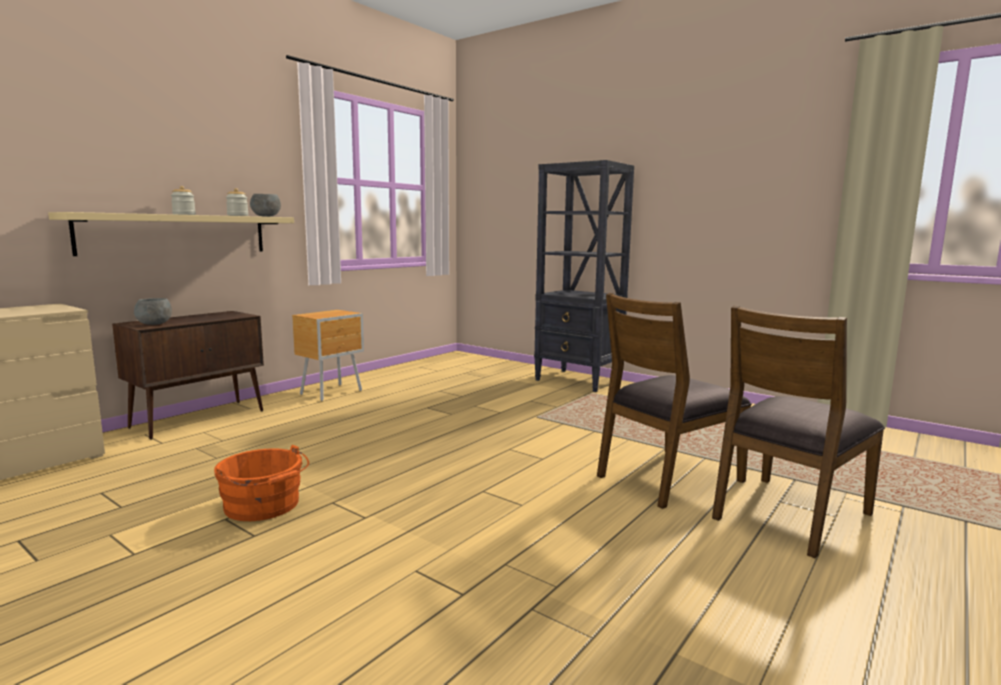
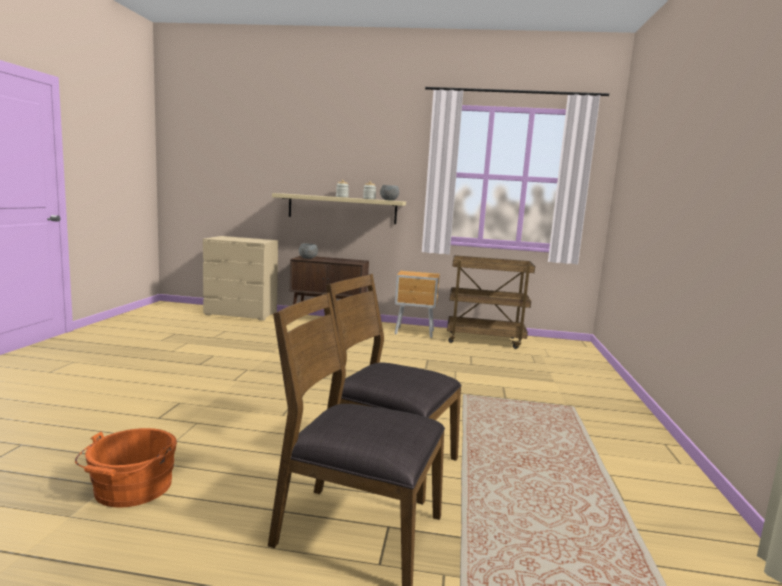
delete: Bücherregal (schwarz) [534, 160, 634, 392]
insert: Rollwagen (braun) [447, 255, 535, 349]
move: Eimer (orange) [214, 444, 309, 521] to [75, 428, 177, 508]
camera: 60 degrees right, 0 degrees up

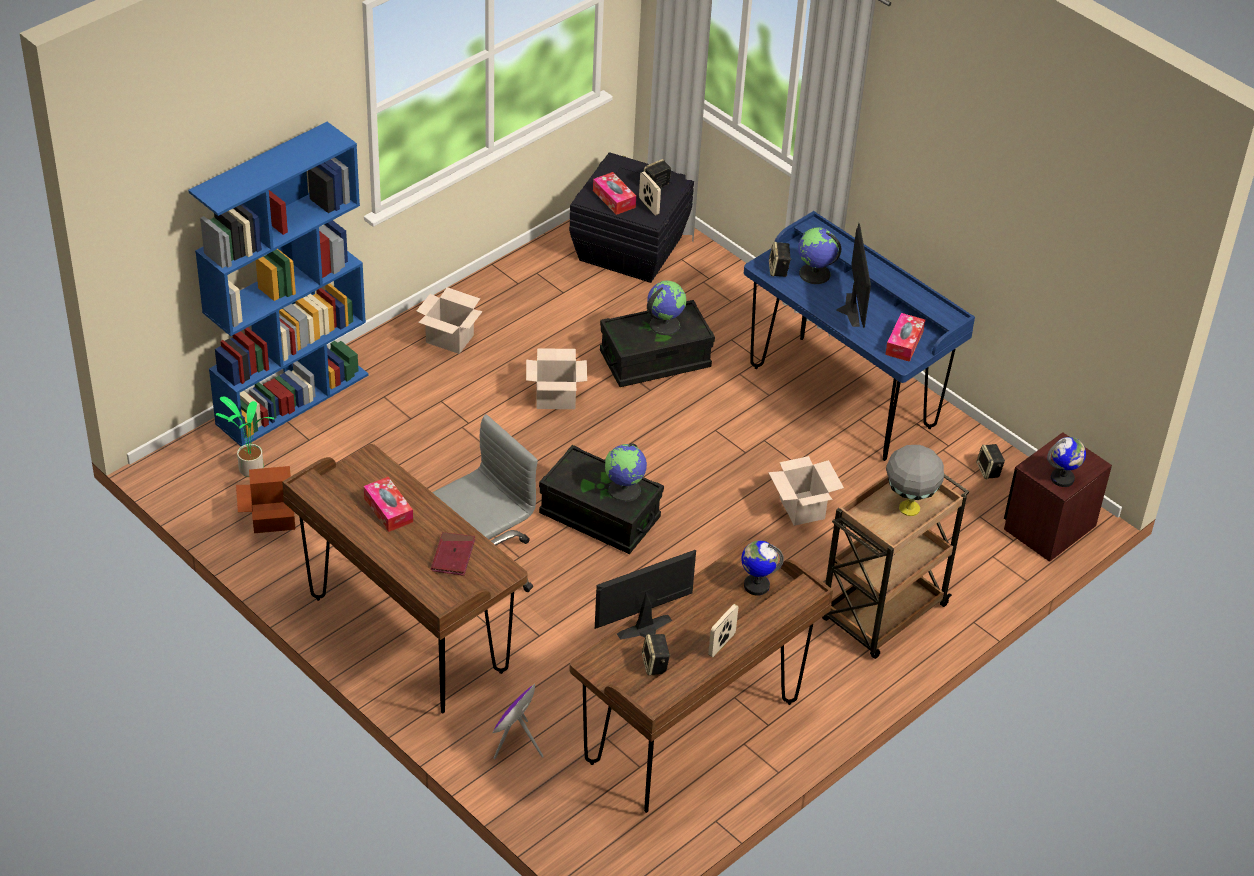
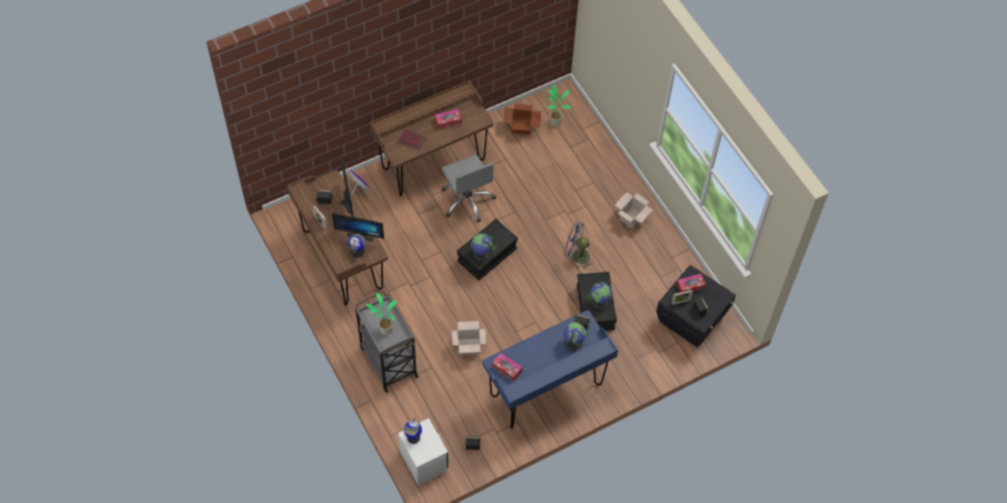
delete: Bücherregal (blau) [188, 122, 368, 446]
move: Monitor [836, 223, 871, 328] to [332, 213, 384, 242]
replace: Tischlampe (grau) [886, 445, 944, 516] to Topfpflanze [366, 293, 397, 335]; Karton [526, 348, 587, 409] to Ventilator (blau) [565, 222, 594, 269]
recolor: Rollwagen (braun) [822, 474, 969, 659] to Rollwagen (grau) [355, 291, 419, 393]; Nachttisch (braun) [1004, 432, 1112, 562] to Nachttisch (weiß) [398, 418, 448, 486]
camera: 105 degrees right, 15 degrees up

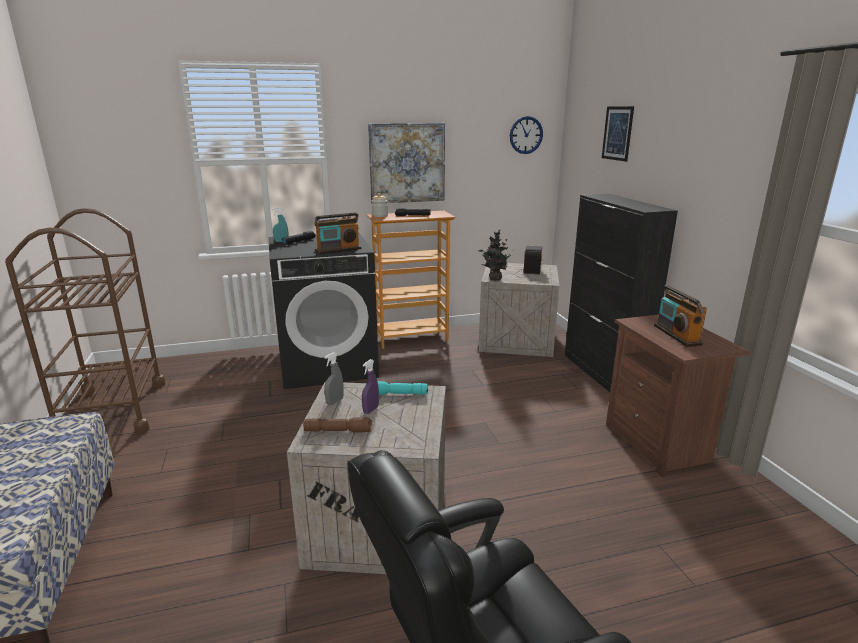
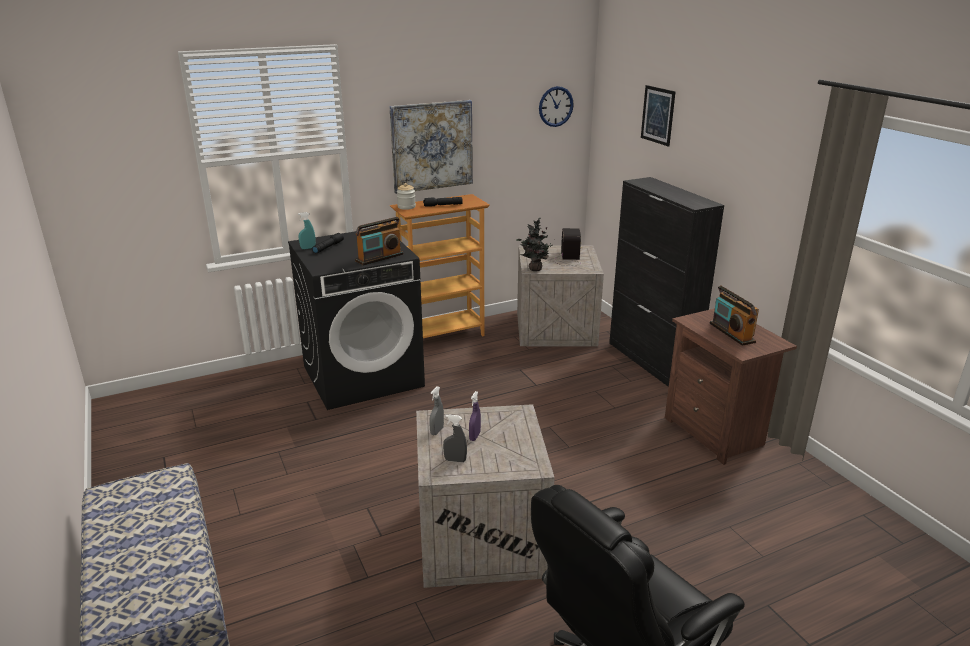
delete: Rollwagen (braun) [5, 208, 166, 434]; Taschenlampe (türkis) [378, 381, 428, 395]
replace: Taschenlampe (braun) [303, 417, 372, 432] to Sprühflasche (grau) [443, 414, 467, 462]
camera: 10 degrees left, 5 degrees up

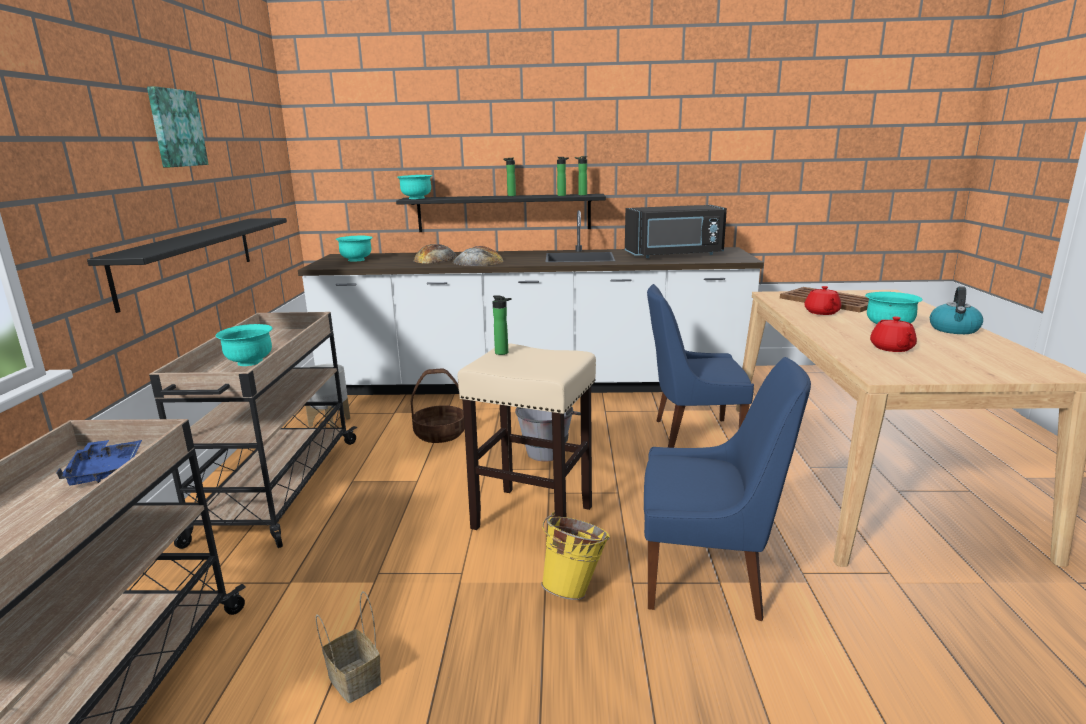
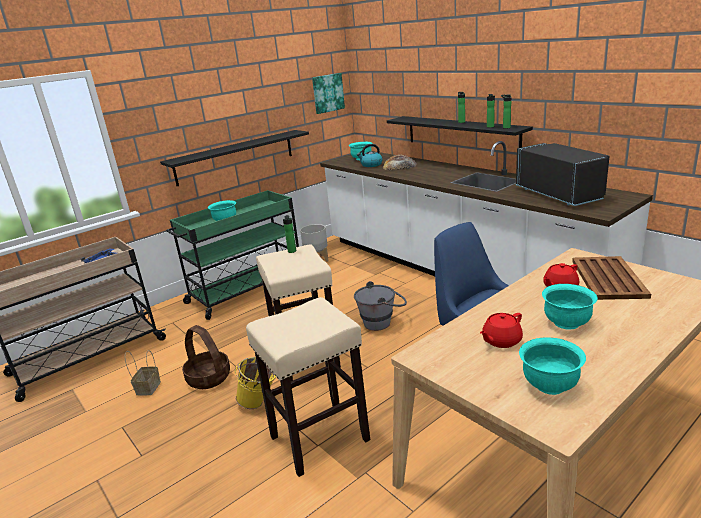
delete: Brot [453, 246, 504, 266]
move: Korb [411, 368, 465, 443] to [182, 325, 230, 389]; Bild [147, 86, 209, 167] to [312, 73, 345, 114]; Wasserkessel [930, 286, 983, 334] to [357, 144, 383, 167]; Schüssel (türkis) [397, 175, 432, 199] to [519, 337, 586, 395]
replace: Stuhl (blau) [644, 357, 811, 621] to Hocker (beige) [246, 297, 370, 477]
recolor: Rollwagen (beige) [149, 312, 357, 549] to Rollwagen (grün) [166, 190, 299, 320]
rotate: Mikrowelle (schwarz) [625, 205, 727, 258] = [516, 143, 610, 206] 150 degrees counterclockwise
camera: 50 degrees right, 5 degrees up

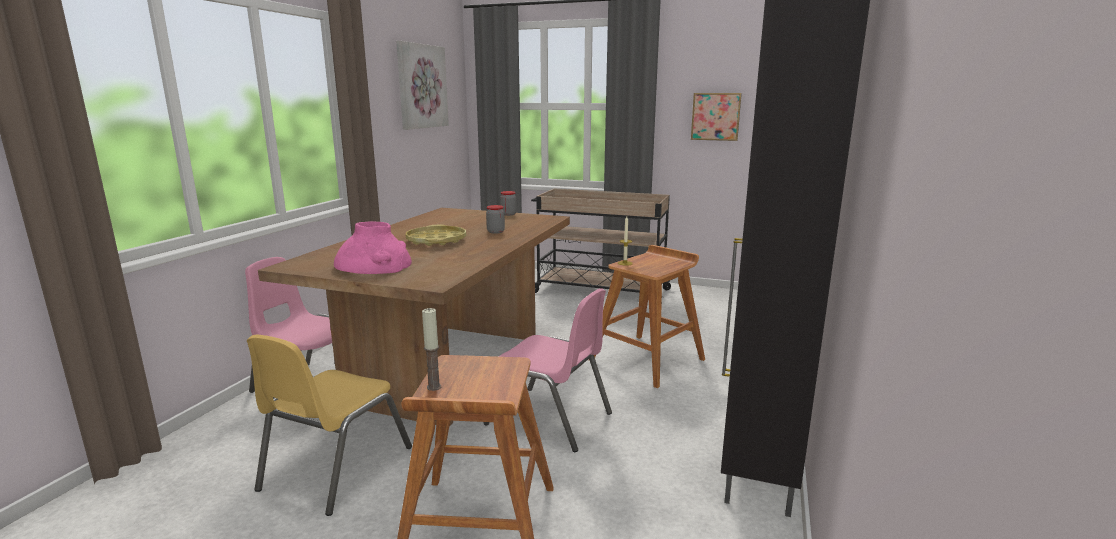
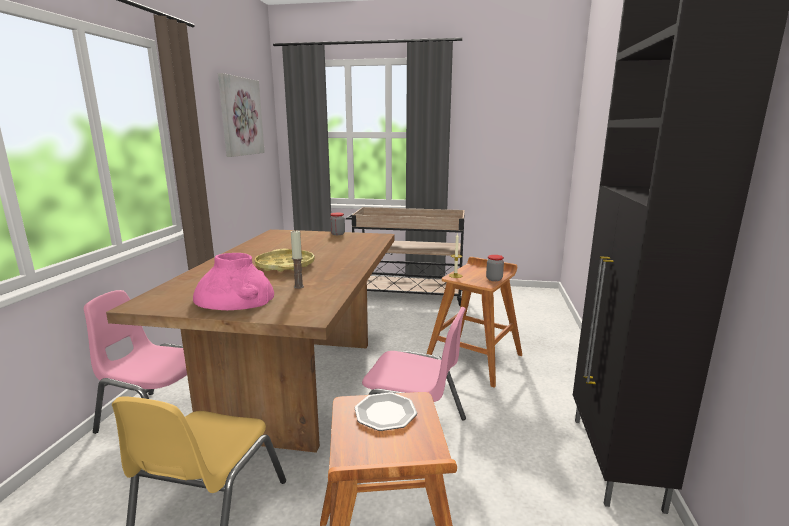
delete: Bild [691, 93, 742, 141]
insert: Teller [355, 392, 417, 431]
move: Kerze [422, 308, 441, 391] to [291, 230, 304, 289]; Vorratsglas [486, 205, 505, 234] to [486, 255, 504, 281]
camera: 10 degrees left, 0 degrees up

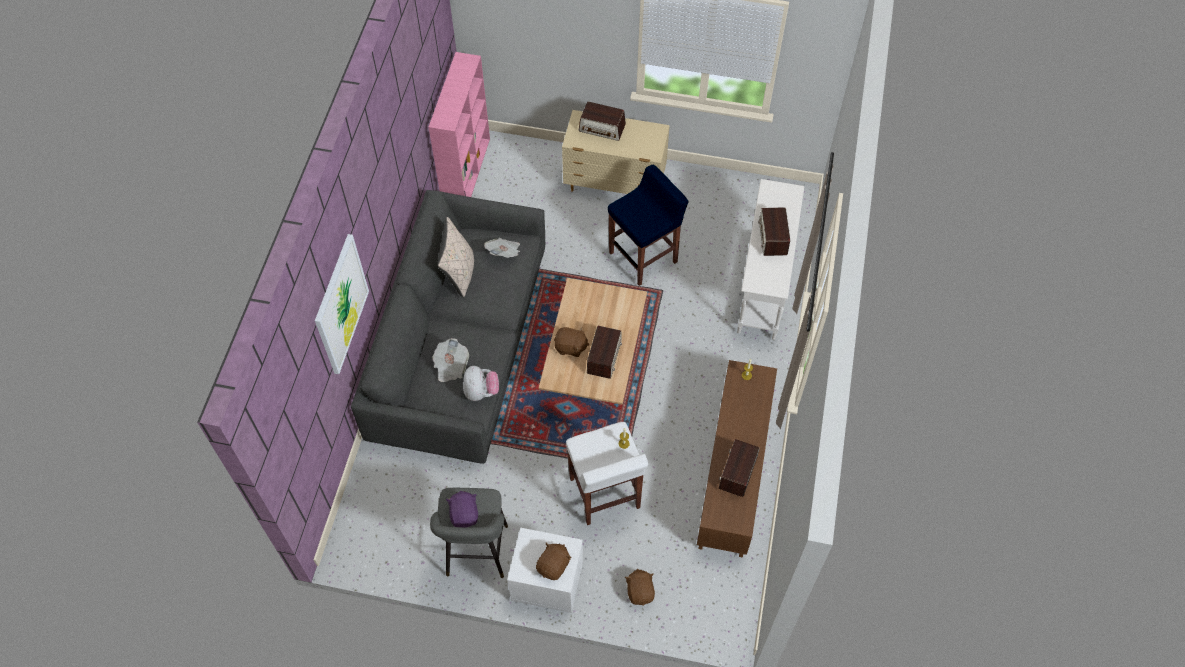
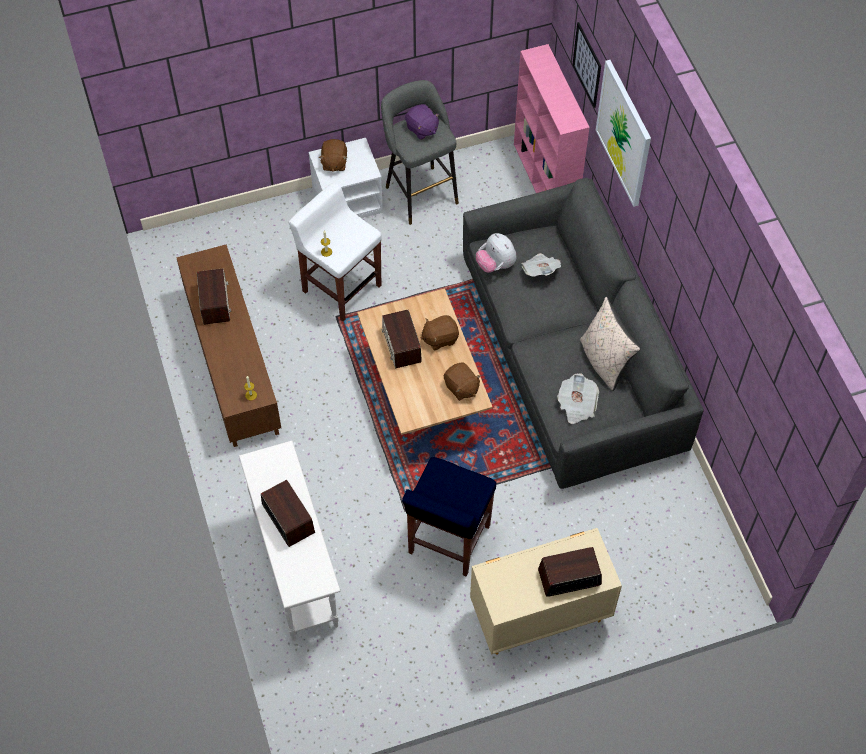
insert: Bild [572, 22, 601, 108]
move: Plüschtier (braun) [625, 569, 655, 606] to [444, 362, 481, 401]; Bücherregal (rosa) [429, 52, 490, 197] to [514, 44, 590, 193]
camera: 150 degrees right, 0 degrees up

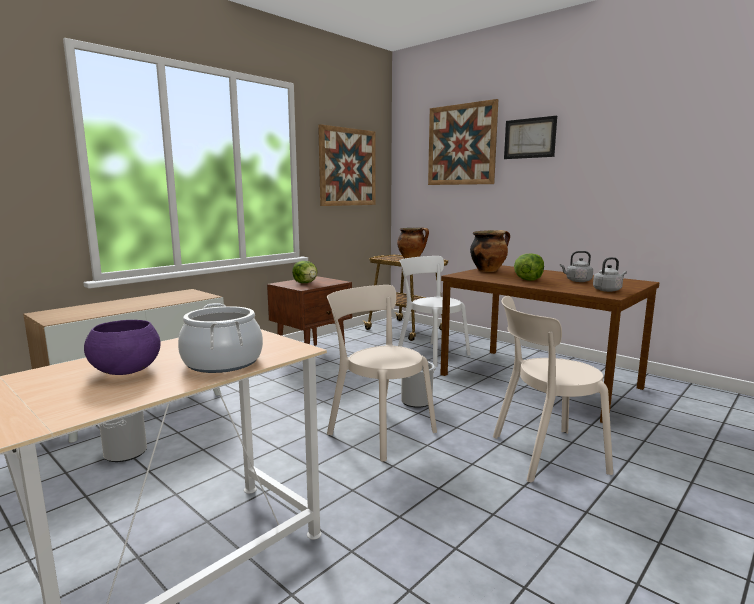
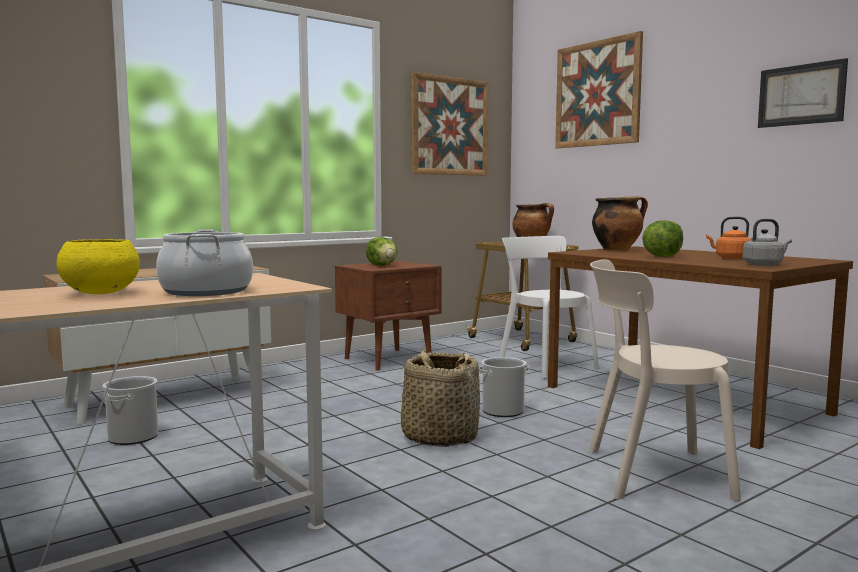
move: Bild [504, 116, 557, 159] to [758, 58, 848, 128]
replace: Stuhl (beige) [327, 285, 437, 462] to Korb [401, 348, 480, 447]
recolor: Schüssel (lila) [84, 320, 161, 375] to Schüssel (gelb) [57, 239, 140, 294]; Wasserkessel (grau) [560, 251, 593, 282] to Wasserkessel (orange) [706, 217, 751, 259]
camera: 10 degrees right, 5 degrees down

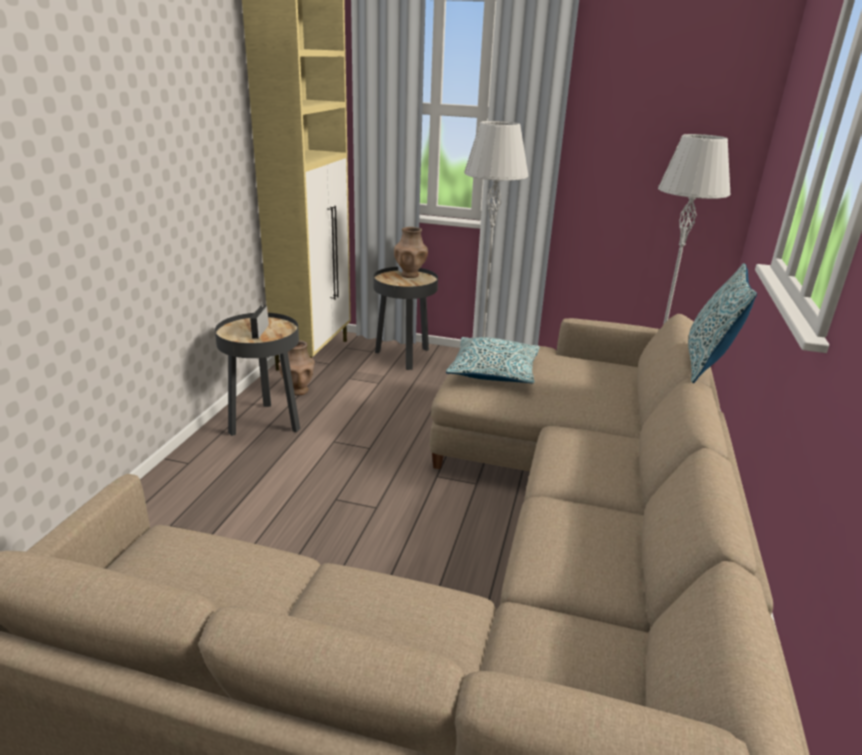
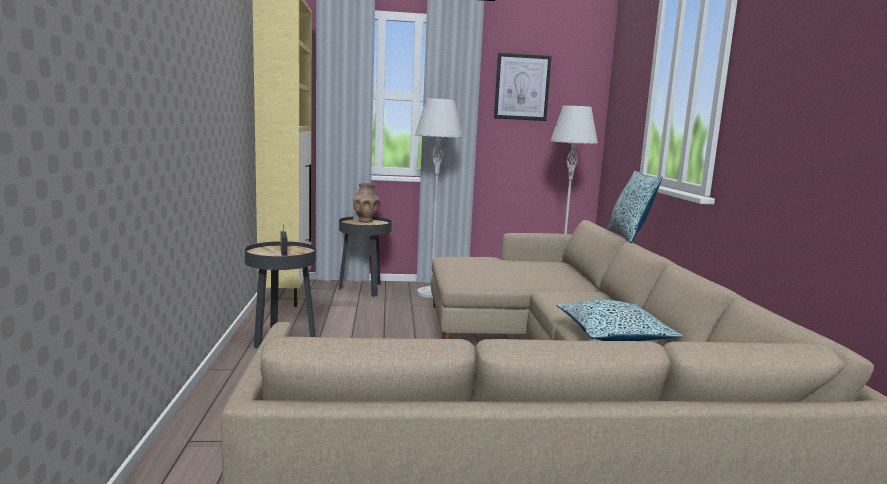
delete: Vase (braun) [279, 340, 315, 395]
insert: Bild [494, 53, 552, 121]
move: Kissen [446, 337, 540, 383] to [557, 300, 683, 341]
camera: 20 degrees left, 15 degrees down

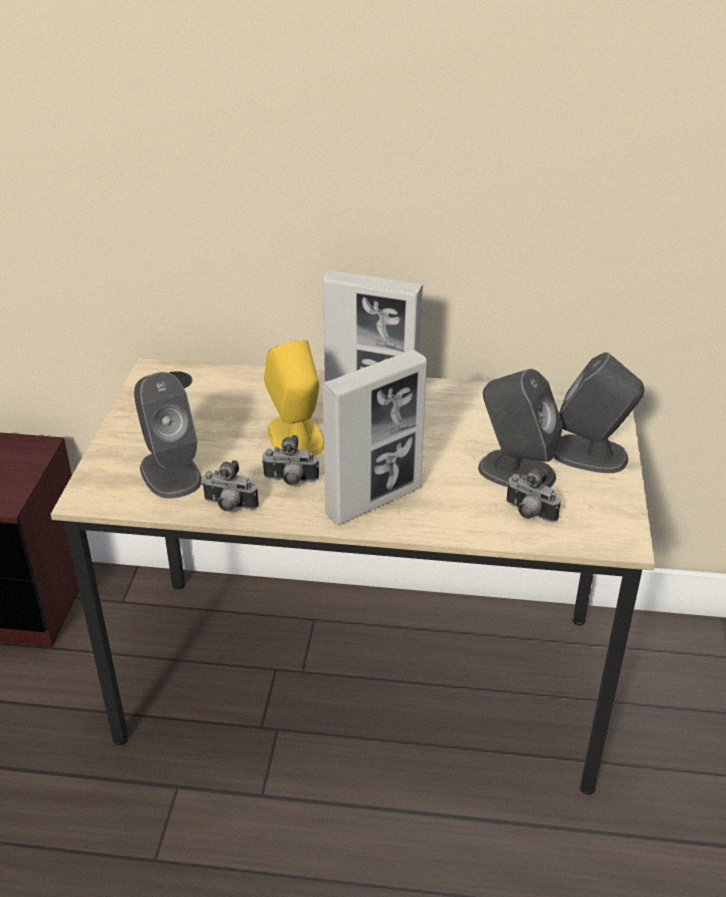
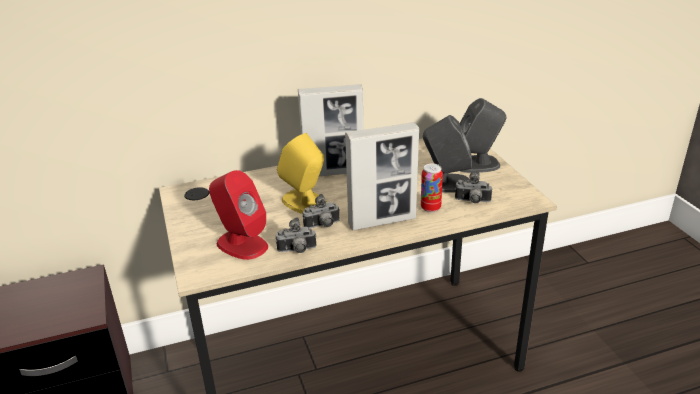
insert: Dose [421, 163, 443, 212]
recolor: Lautsprecher (grau) [134, 372, 202, 499] to Lautsprecher (rot) [209, 170, 268, 260]
rotate: Bilderrahmen [322, 349, 427, 525] = [345, 122, 419, 230] 45 degrees clockwise
camera: 25 degrees left, 5 degrees down

